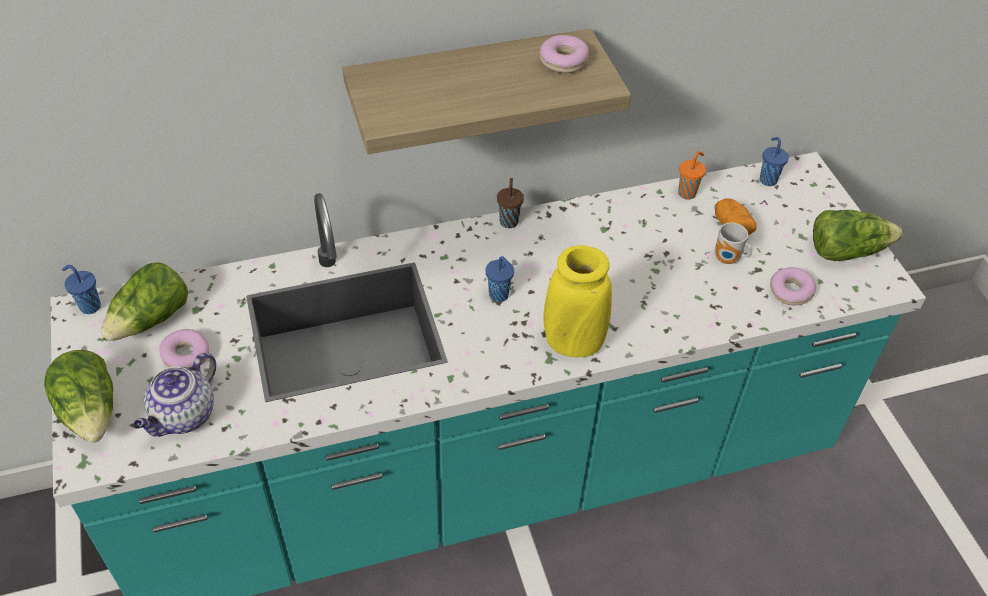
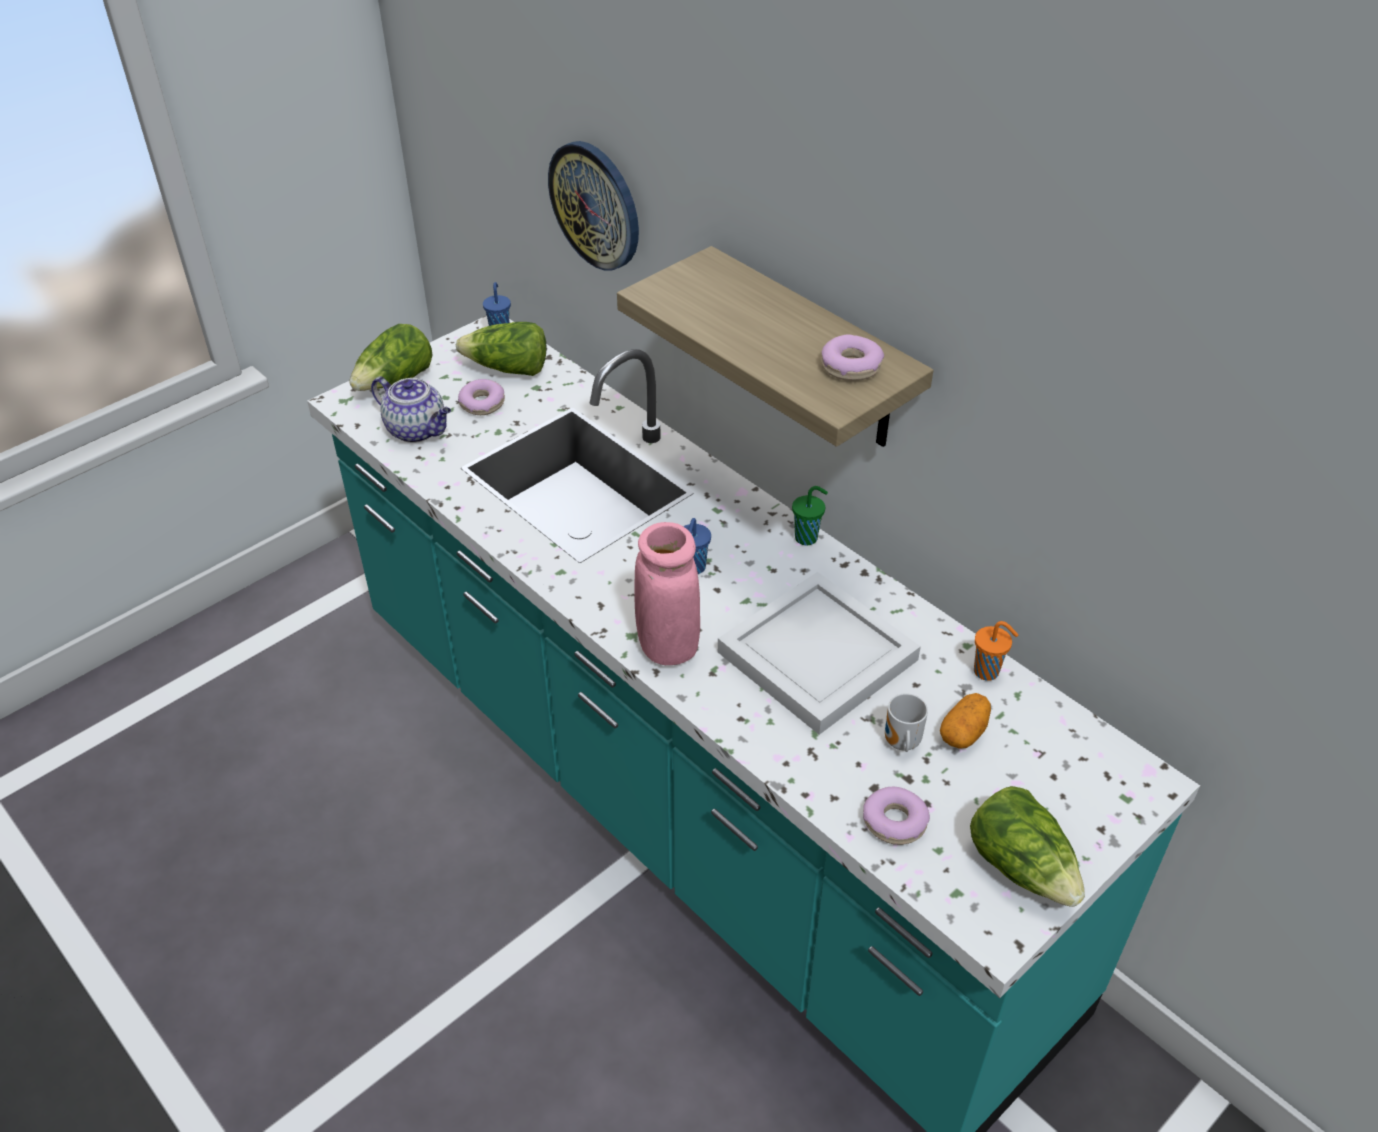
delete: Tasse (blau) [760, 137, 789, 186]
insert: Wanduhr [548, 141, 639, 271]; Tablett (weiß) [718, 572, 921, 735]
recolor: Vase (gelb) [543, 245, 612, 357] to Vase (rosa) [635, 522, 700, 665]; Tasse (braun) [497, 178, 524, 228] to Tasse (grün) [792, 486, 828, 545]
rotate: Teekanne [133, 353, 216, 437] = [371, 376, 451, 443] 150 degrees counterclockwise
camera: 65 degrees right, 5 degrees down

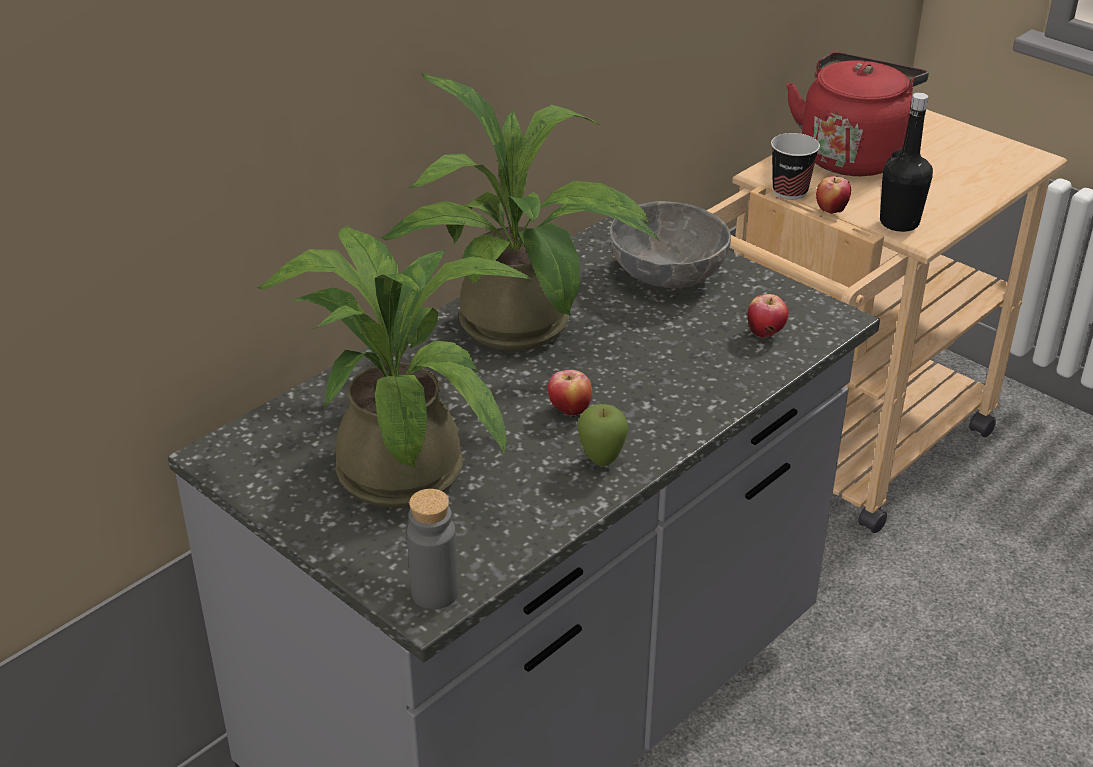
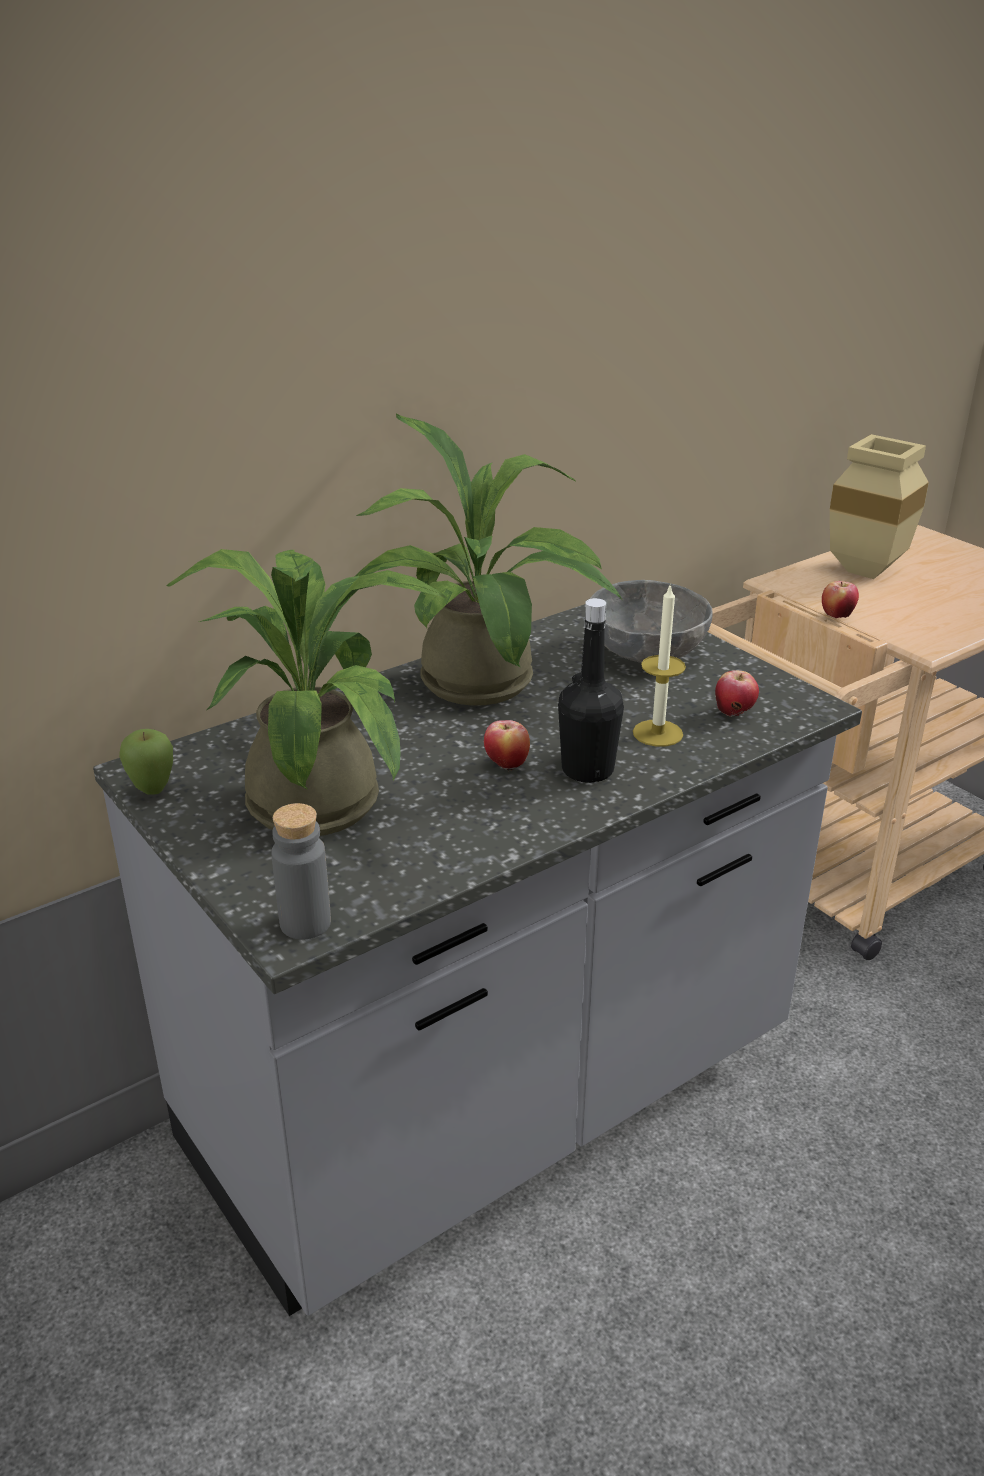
delete: Tasse [771, 133, 820, 200]
insert: Kerze [633, 583, 686, 747]
move: Apfel [577, 404, 629, 466] to [119, 729, 173, 795]; Flasche (schwarz) [880, 93, 933, 232] to [558, 598, 624, 783]
replace: Wasserkessel (rot) [786, 52, 929, 176] to Vase (beige) [830, 434, 929, 579]
camera: 10 degrees right, 5 degrees down

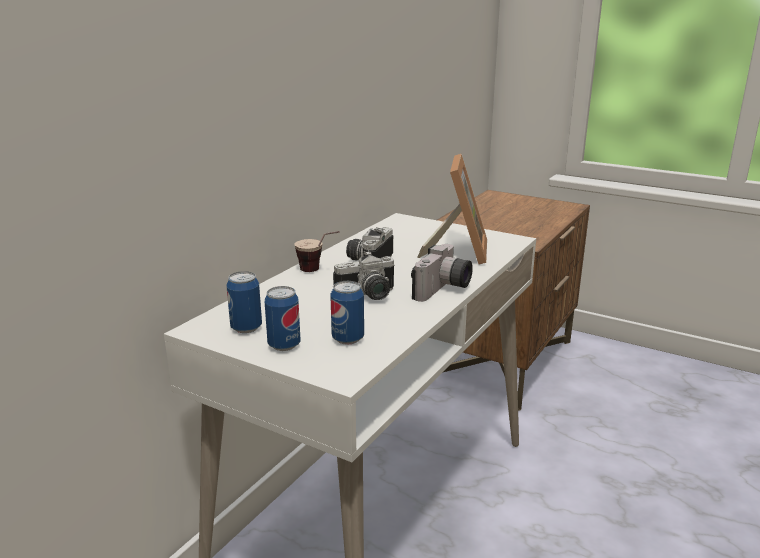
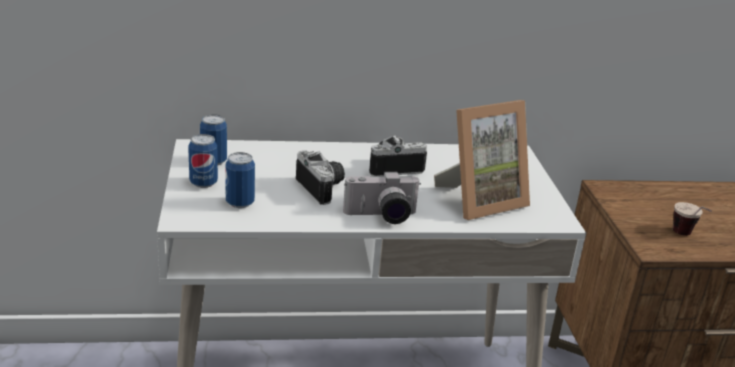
move: Tasse [294, 231, 340, 272] to [673, 202, 712, 236]
rotate: Kamera [333, 251, 394, 300] = [296, 150, 345, 205] 150 degrees counterclockwise
camera: 50 degrees right, 5 degrees up

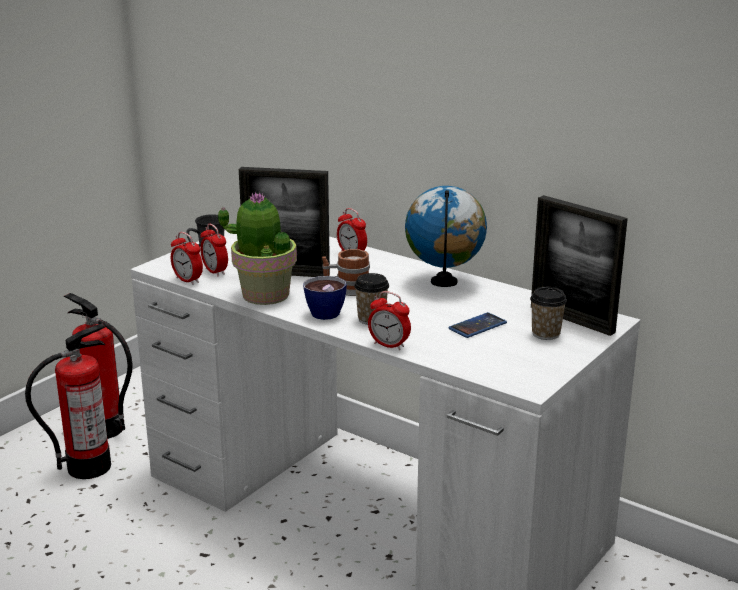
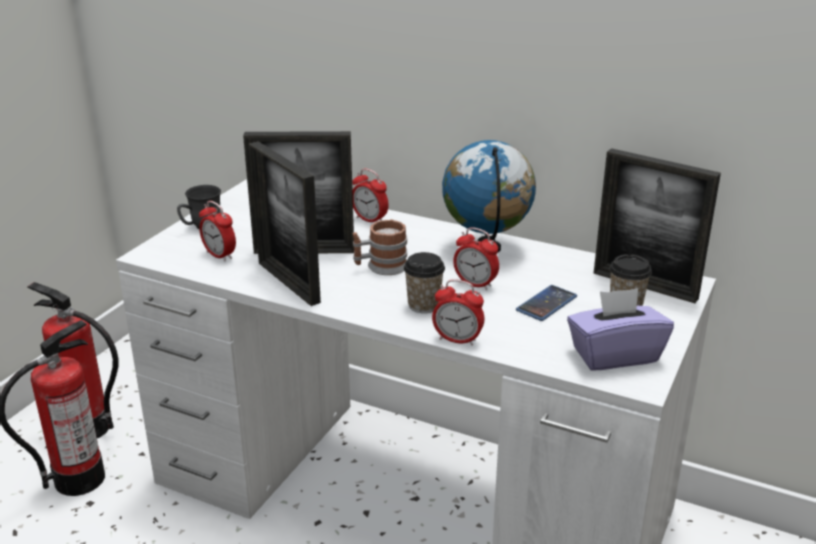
delete: Tasse [303, 276, 347, 320]
insert: Taschentuchbox (lila) [567, 288, 674, 371]
move: Wecker [171, 232, 203, 285] to [453, 227, 499, 290]
replace: Topfpflanze [218, 191, 297, 305] to Bilderrahmen [249, 141, 321, 306]
camera: 10 degrees left, 5 degrees up

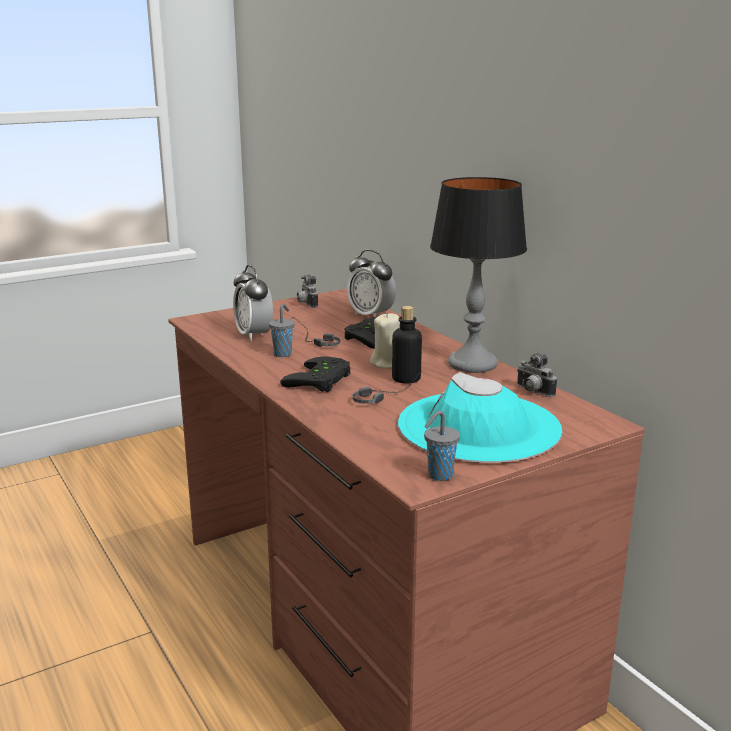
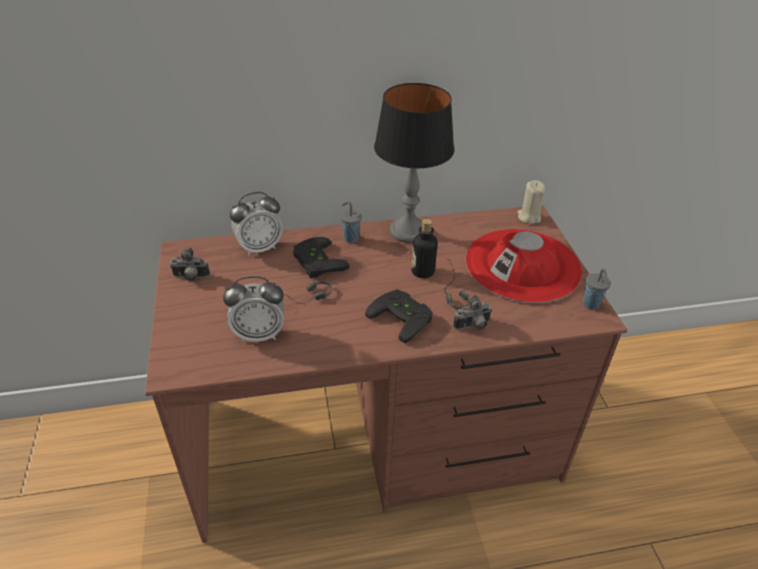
move: Tasse (grau) [269, 304, 294, 357] to [340, 201, 362, 243]; Kamera [517, 353, 557, 397] to [453, 295, 492, 330]; Kerze (beige) [370, 313, 400, 369] to [517, 180, 546, 224]
recolor: Hut (türkis) [398, 372, 562, 463] to Hut (rot) [466, 229, 582, 303]
camera: 70 degrees left, 20 degrees up

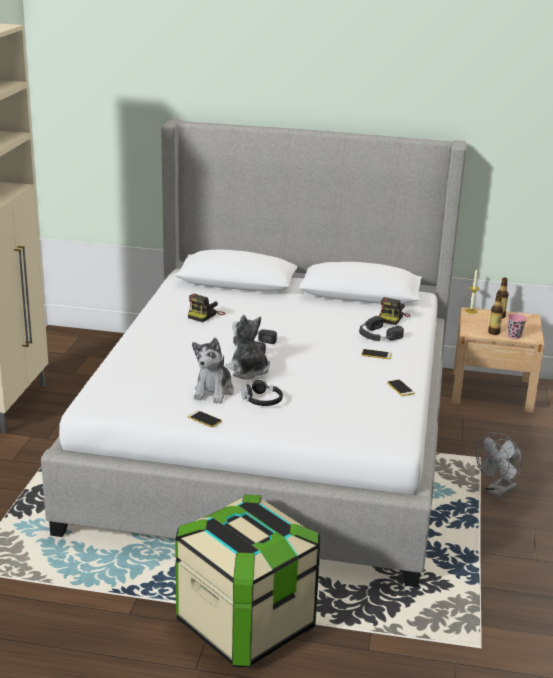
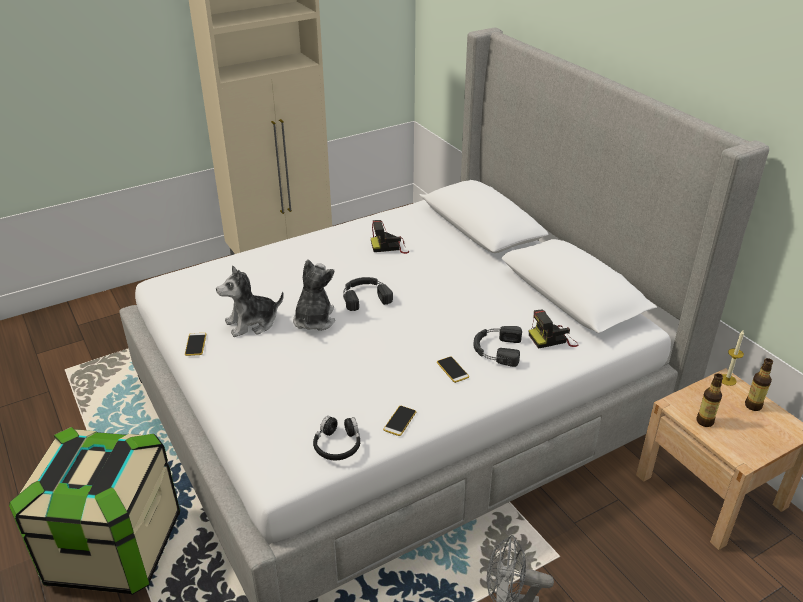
delete: Tasse (rosa) [508, 314, 527, 339]
move: Kopfhörer (schwarz) [241, 379, 283, 406] to [313, 416, 360, 460]
camera: 50 degrees right, 10 degrees up

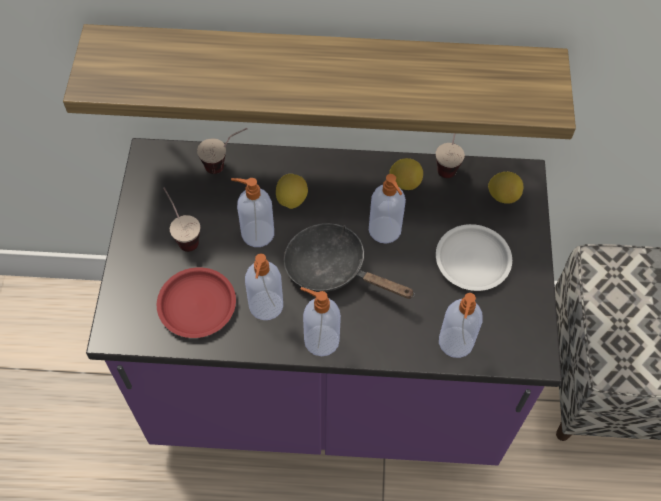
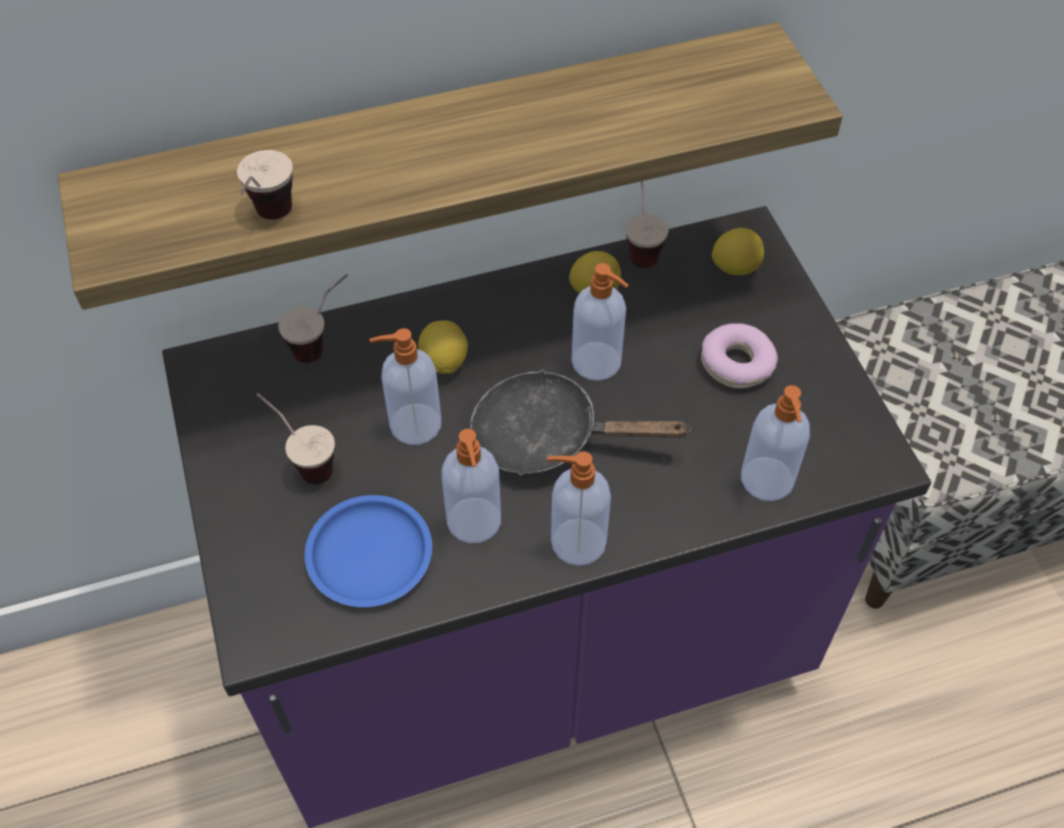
insert: Tasse [237, 150, 293, 220]
replace: Teller (weiß) [436, 224, 512, 291] to Donut [701, 323, 778, 388]
recolor: Teller (rot) [157, 267, 236, 338] to Teller (blau) [305, 495, 432, 607]
camera: 20 degrees left, 5 degrees down

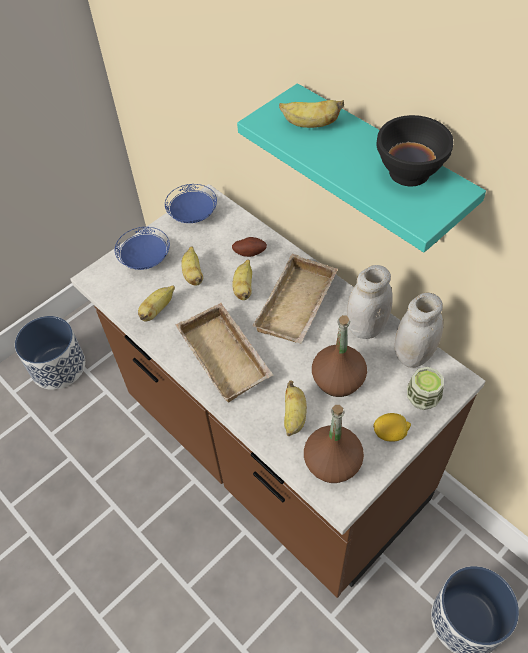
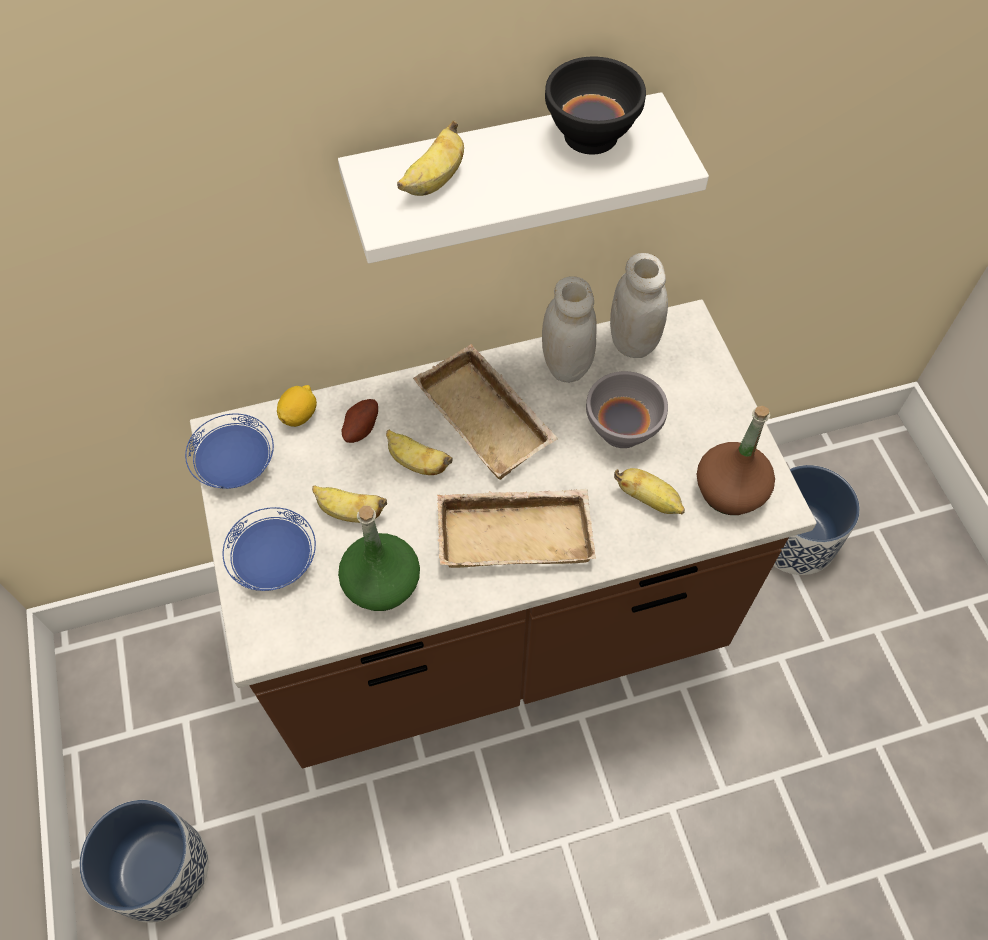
delete: Tasse [407, 367, 444, 410]
move: Zitrone [373, 413, 411, 442] to [277, 385, 317, 427]
replace: Banane [138, 285, 175, 322] to Flasche (grün) [338, 506, 420, 611]; Flasche (braun) [312, 315, 367, 397] to Schüssel (grau) [586, 371, 668, 448]
recolor: Wandregal (türkis) [237, 83, 486, 252] to Wandregal (weiß) [338, 92, 709, 263]
camera: 65 degrees left, 5 degrees up

